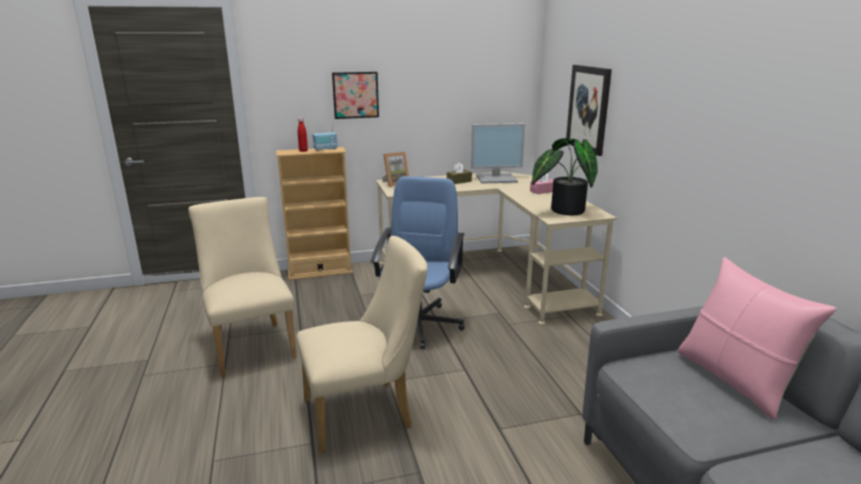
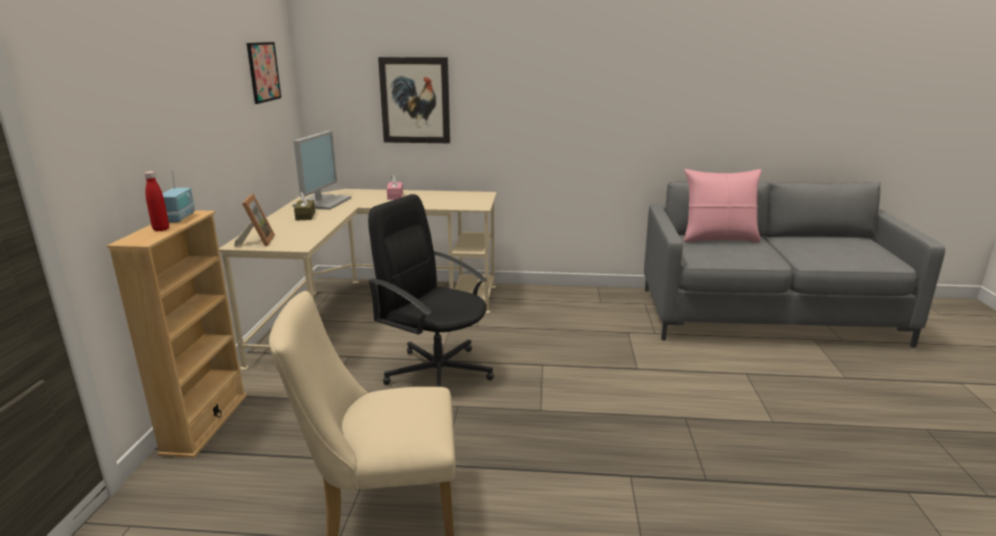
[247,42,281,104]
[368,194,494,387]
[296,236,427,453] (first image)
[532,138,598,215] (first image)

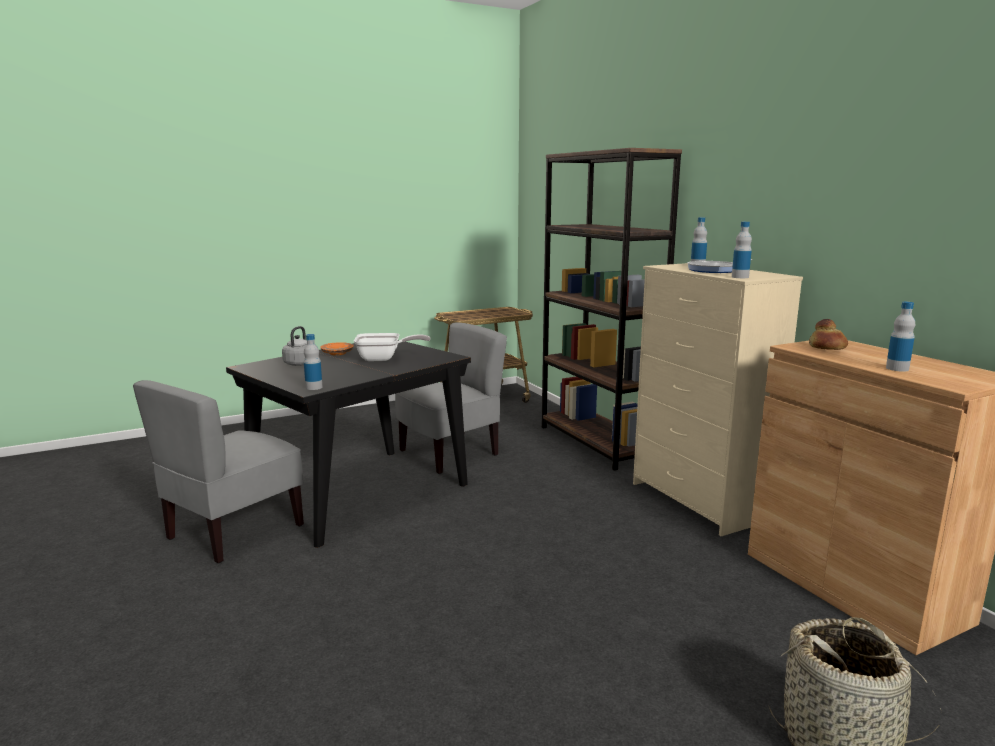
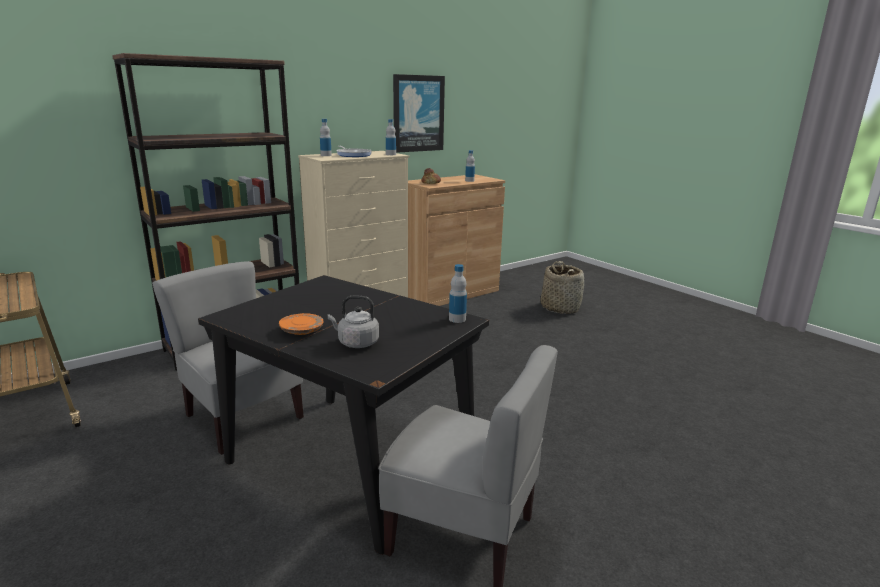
[393,74,445,153]
[354,333,430,361] (first image)

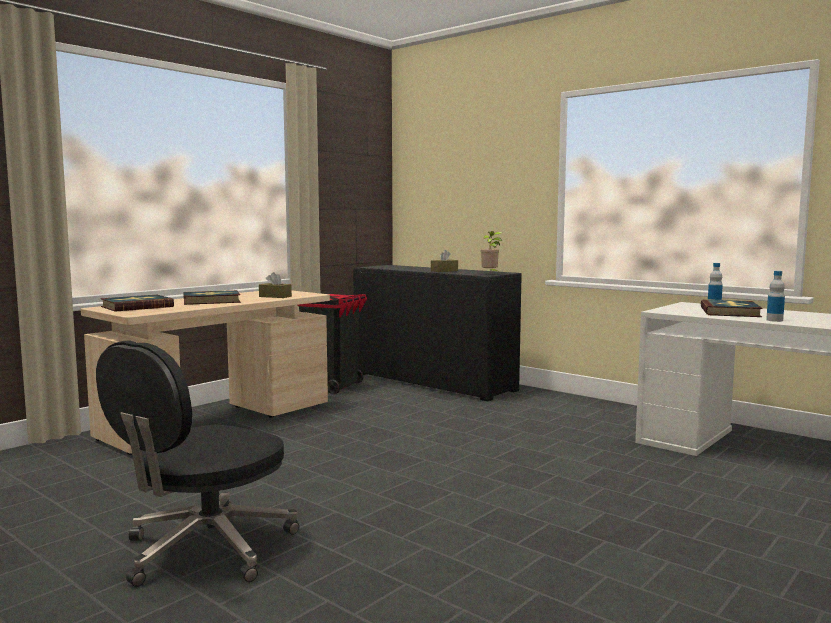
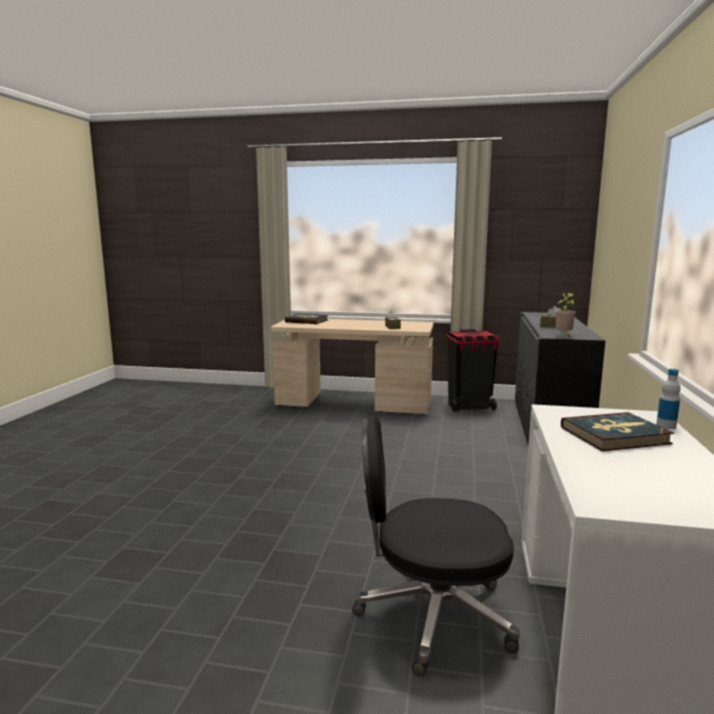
[352,416,520,676]
[184,290,241,305] (first image)
[766,271,785,322] (first image)

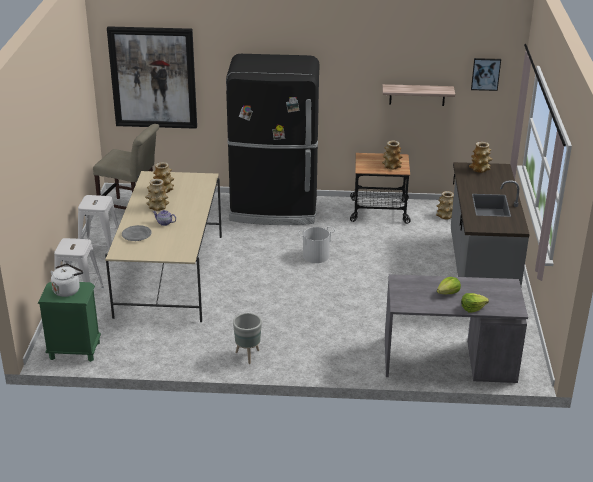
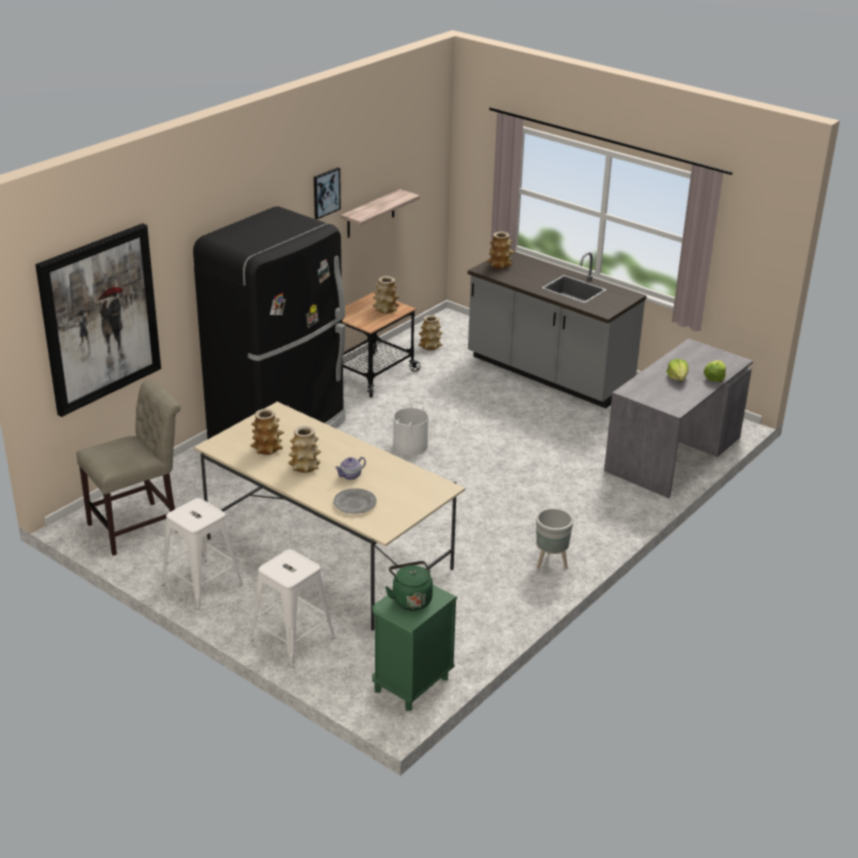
[314,167,341,219]
[385,561,433,611]

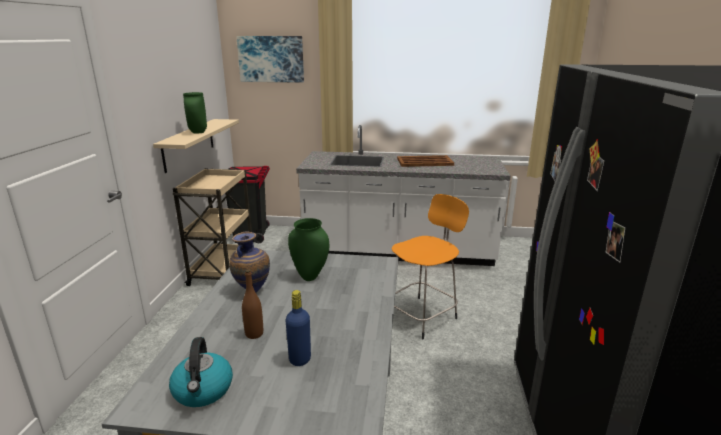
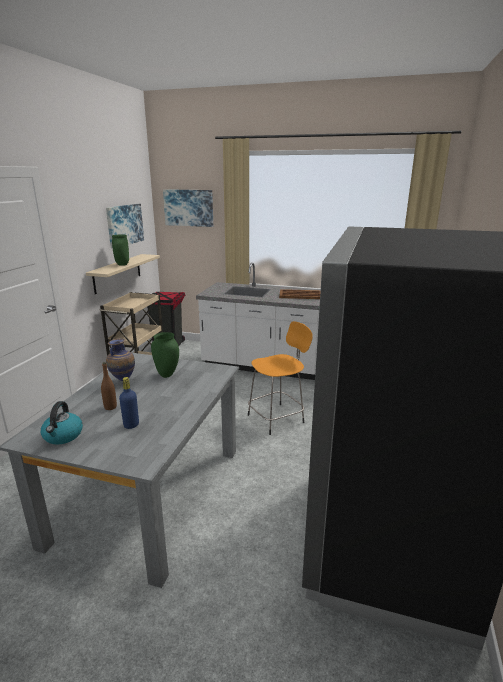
[106,204,144,249]

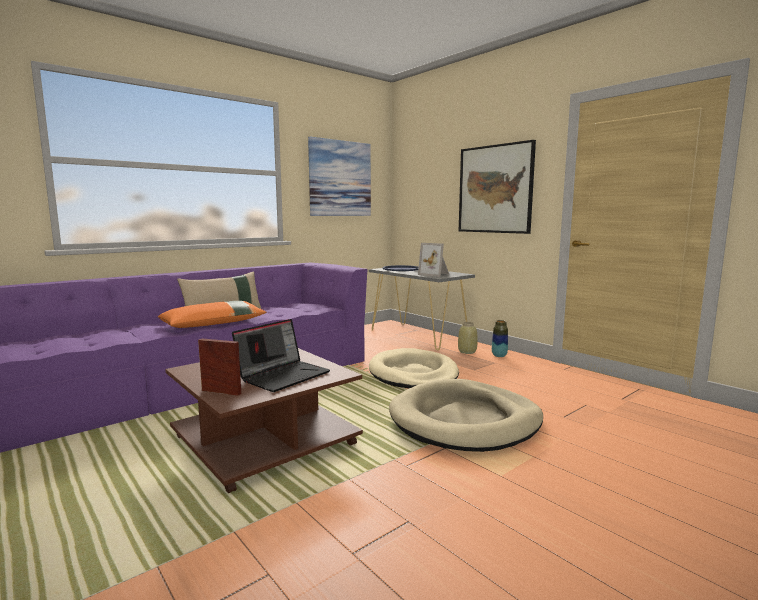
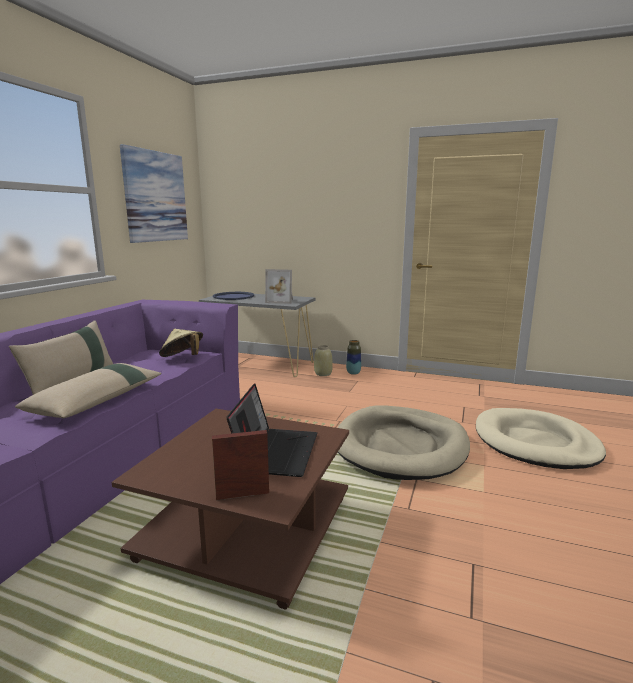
[15,363,161,418]
[159,329,203,357]
[476,408,606,469]
[459,140,536,234] (first image)

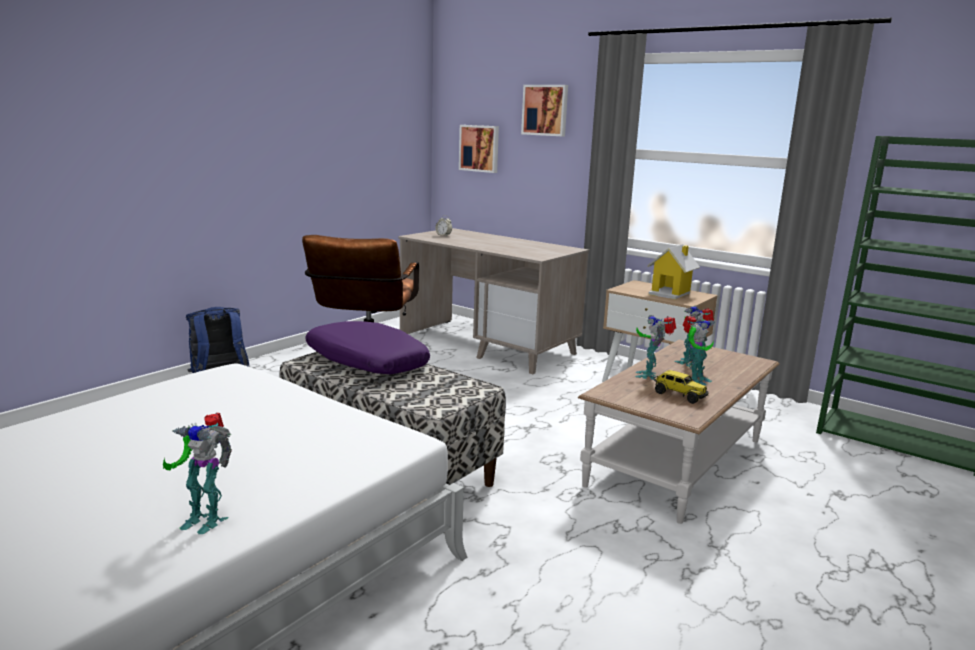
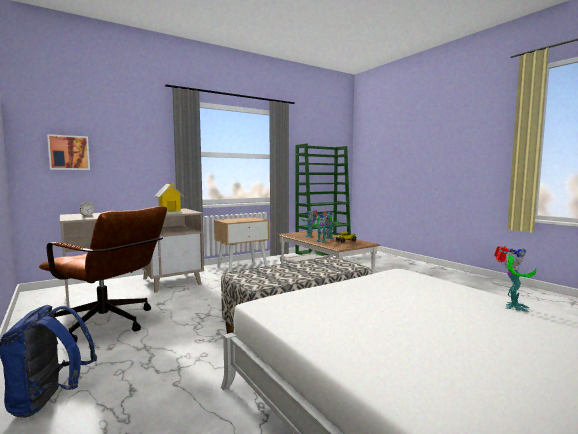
[155,184,184,214]
[305,321,430,374] (first image)
[521,85,568,136] (first image)

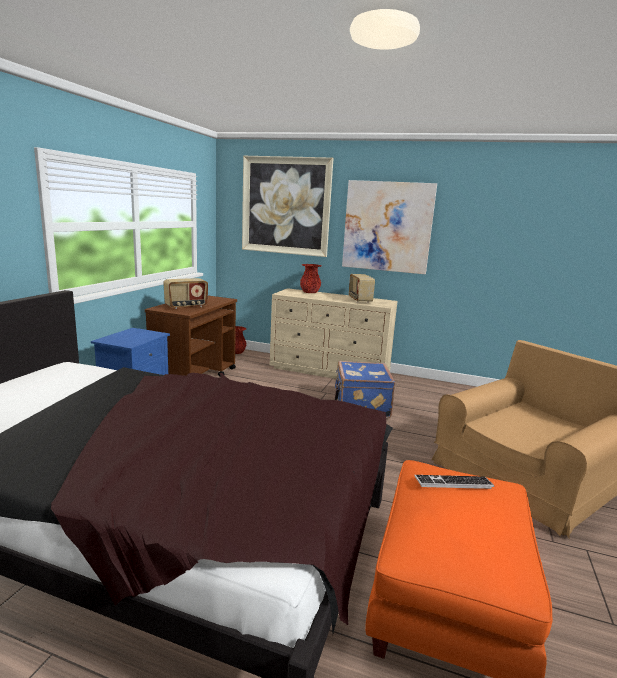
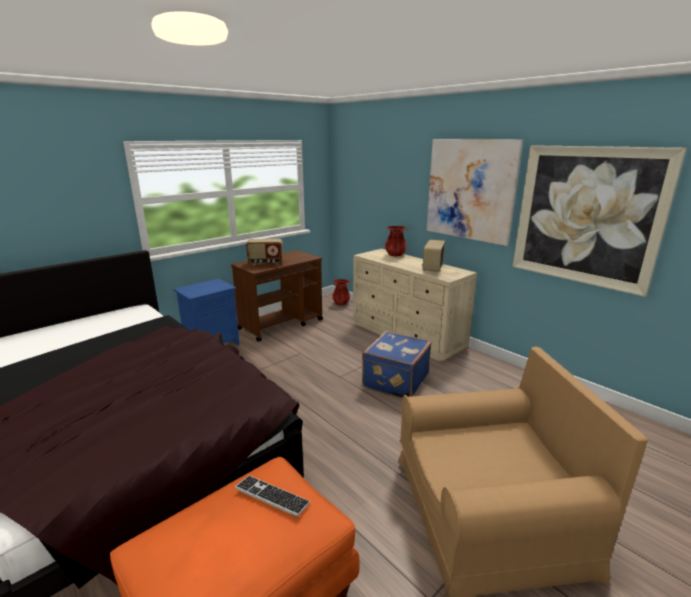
[513,145,687,297]

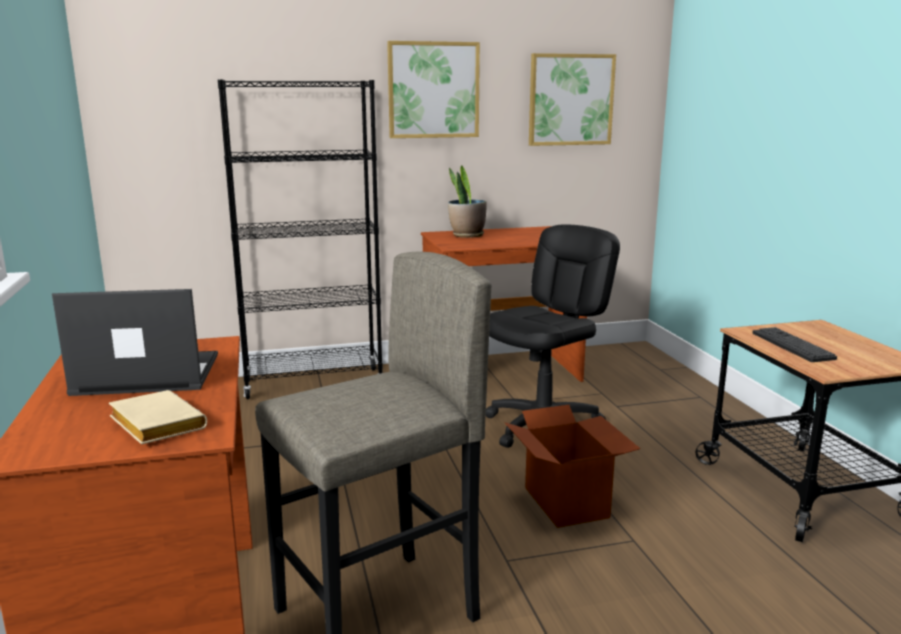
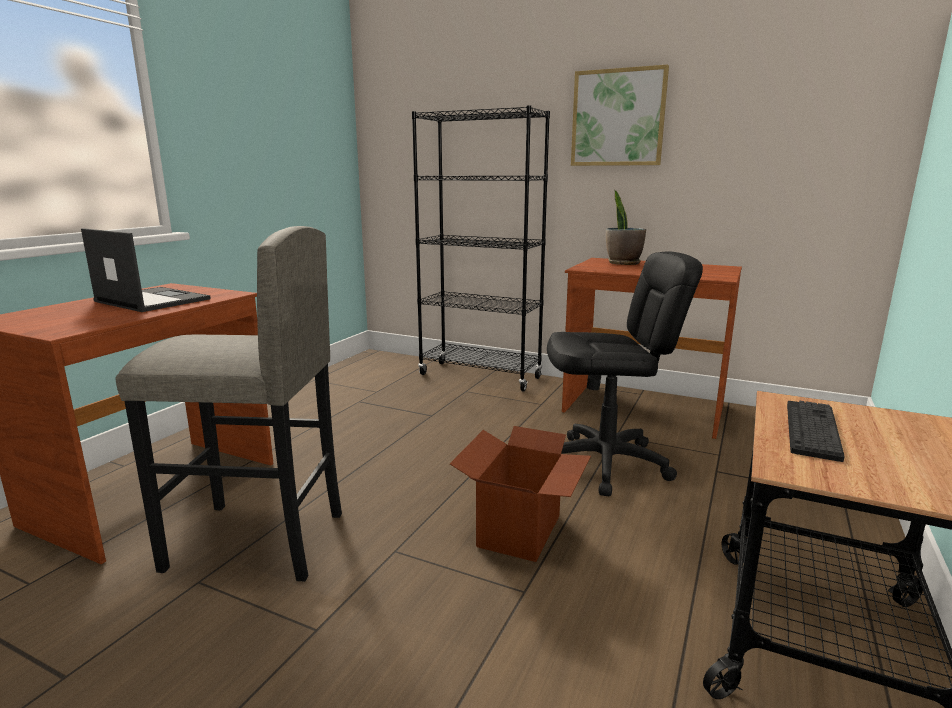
[109,390,207,444] (first image)
[529,53,616,146] (first image)

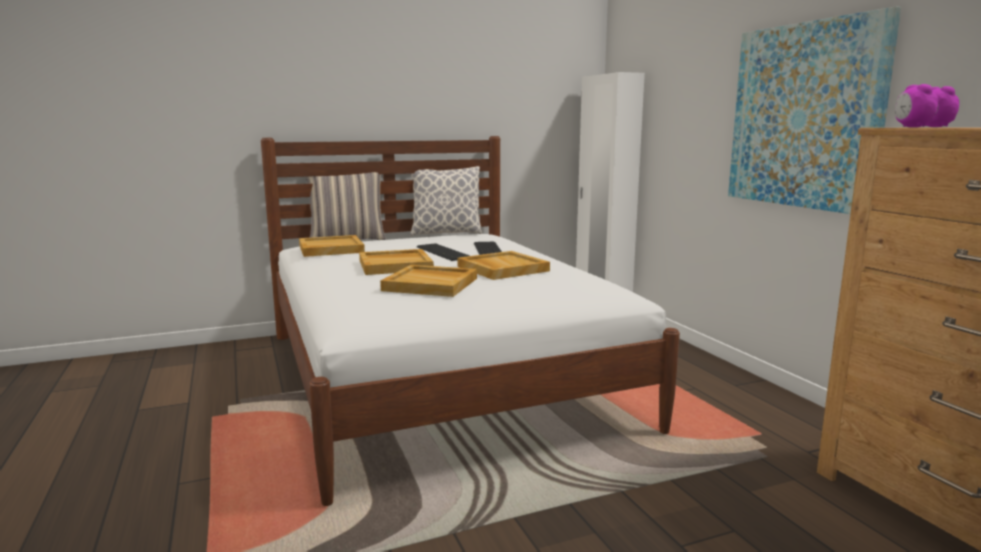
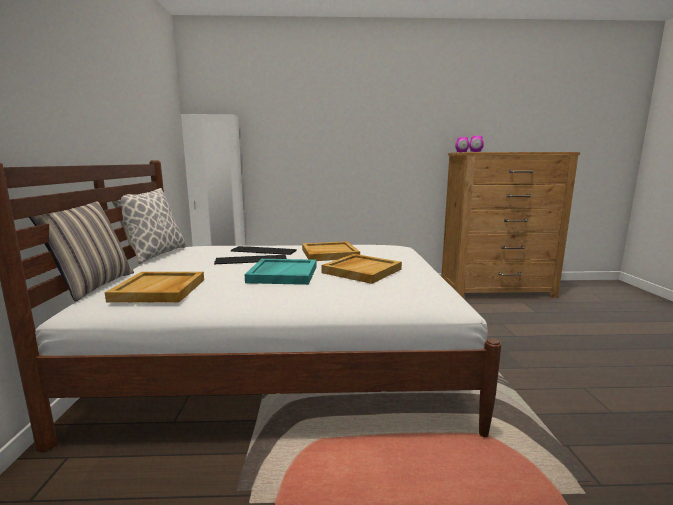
[245,259,316,285]
[728,6,901,214] (first image)

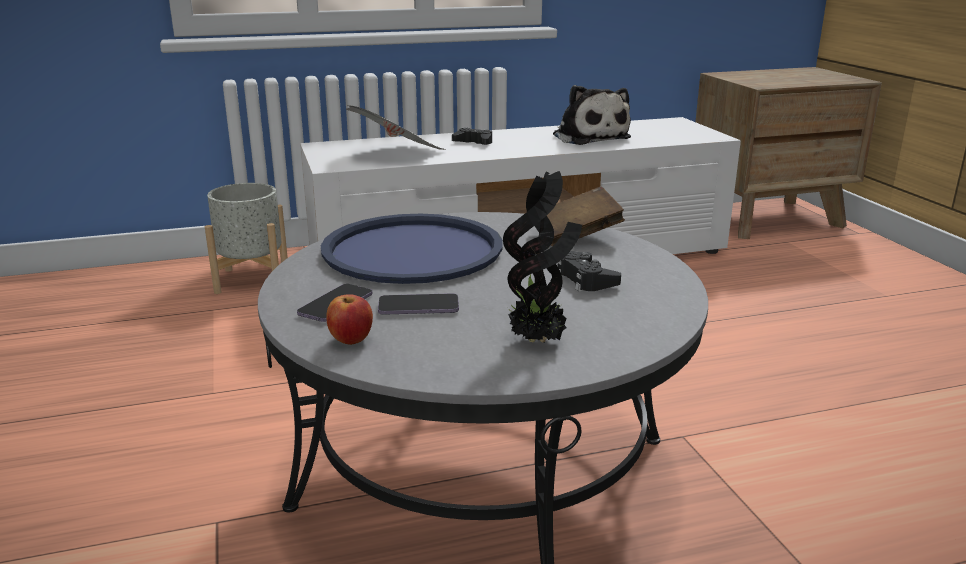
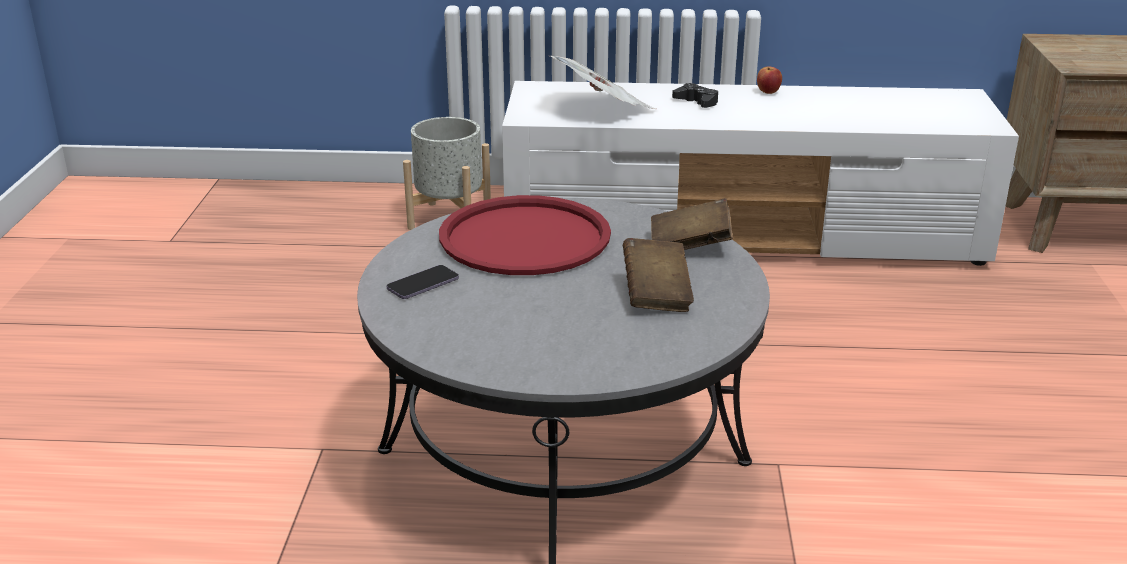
[439,195,611,275]
[623,238,694,312]
[757,67,782,94]
[378,293,459,315] (first image)
[503,171,582,342] (first image)
[553,85,631,145] (first image)

